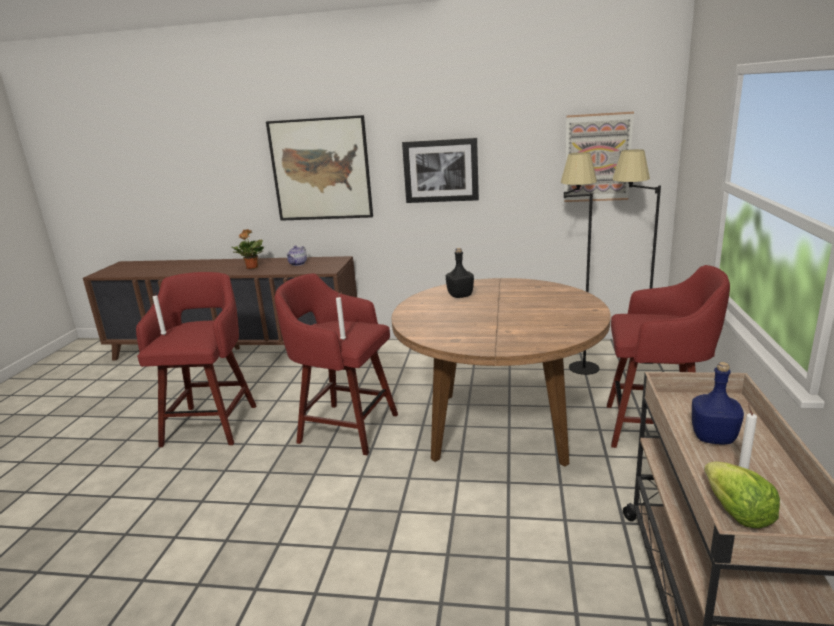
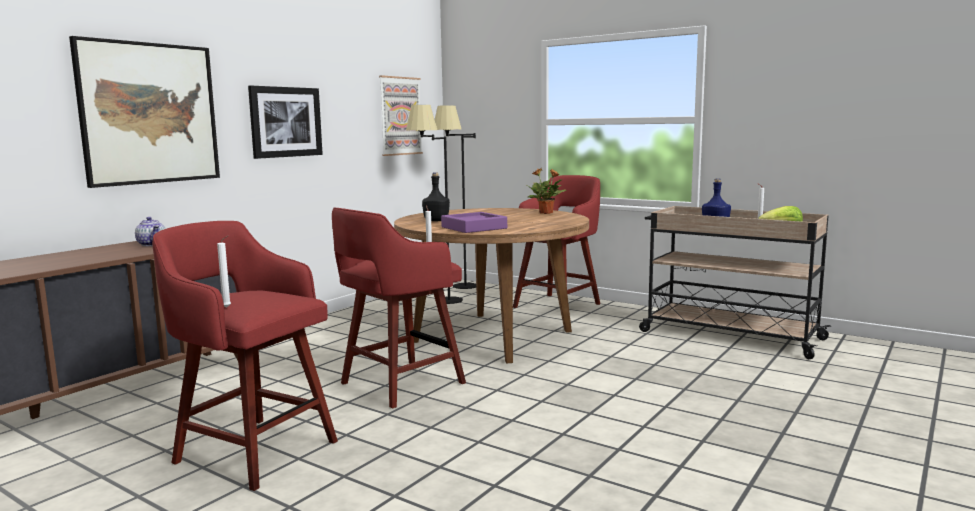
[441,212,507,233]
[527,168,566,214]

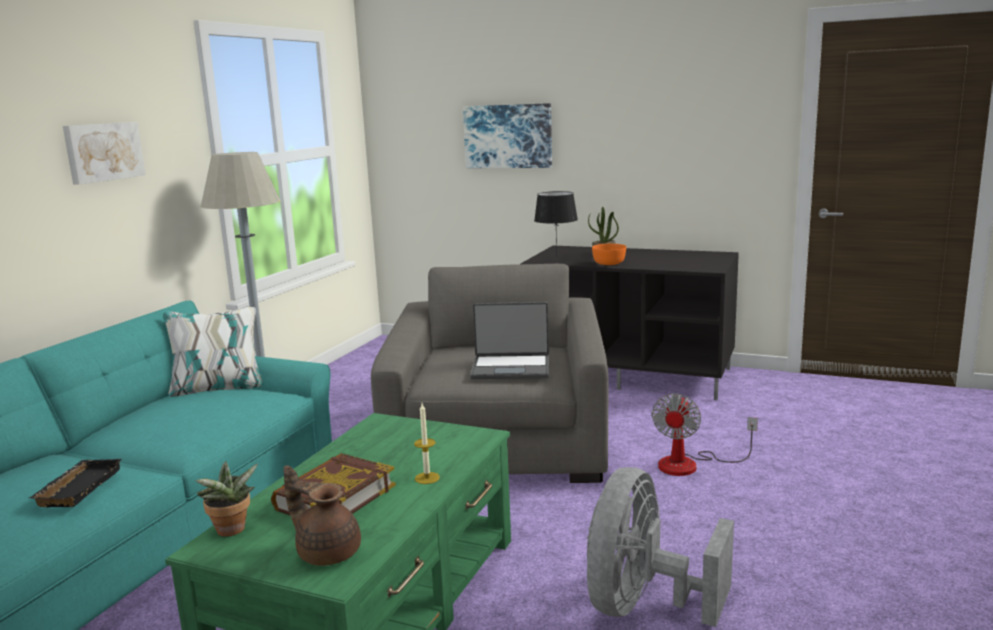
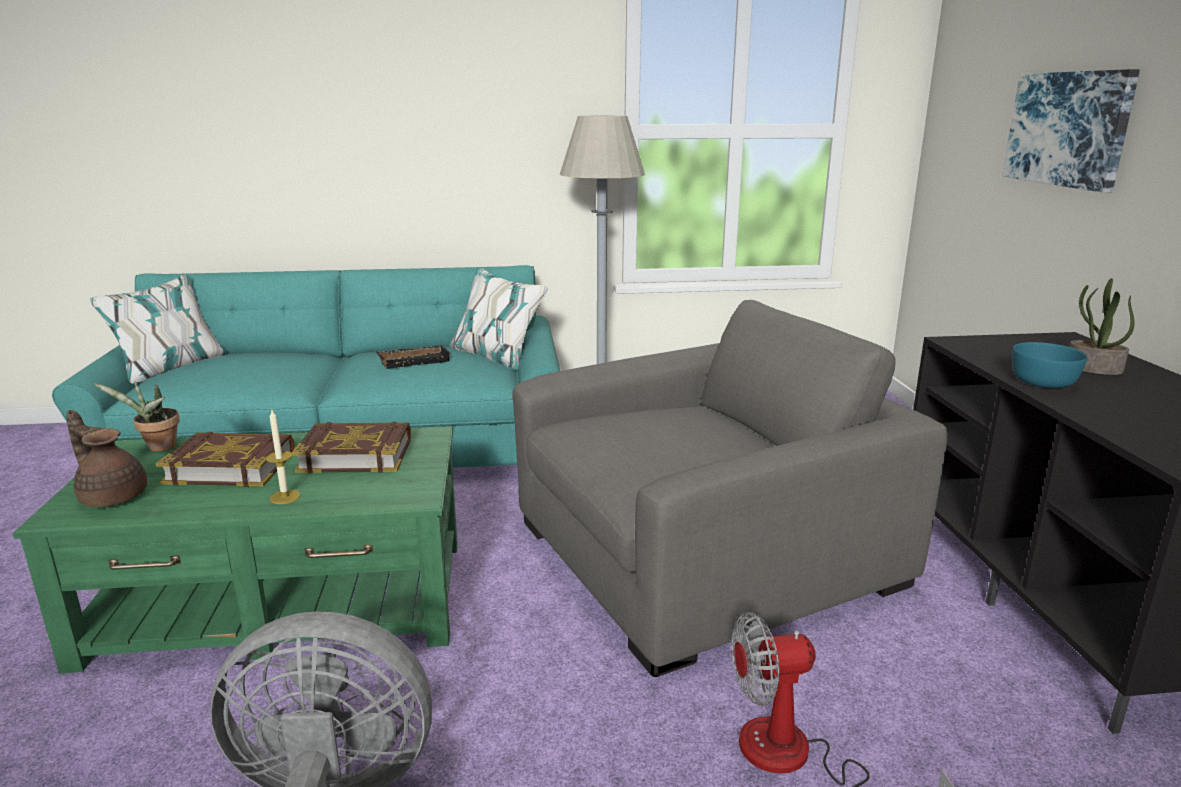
[66,410,147,507]
[292,421,411,474]
[376,345,451,369]
[1012,342,1087,388]
[63,122,146,184] (first image)
[470,302,549,379] (first image)
[534,191,578,259] (first image)

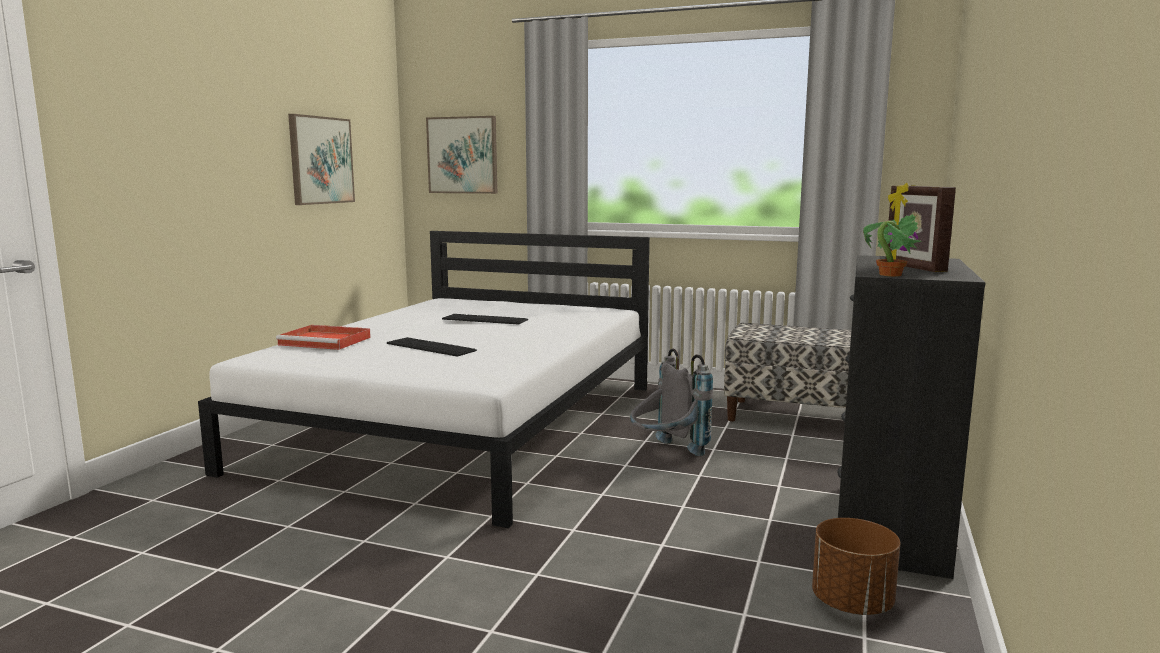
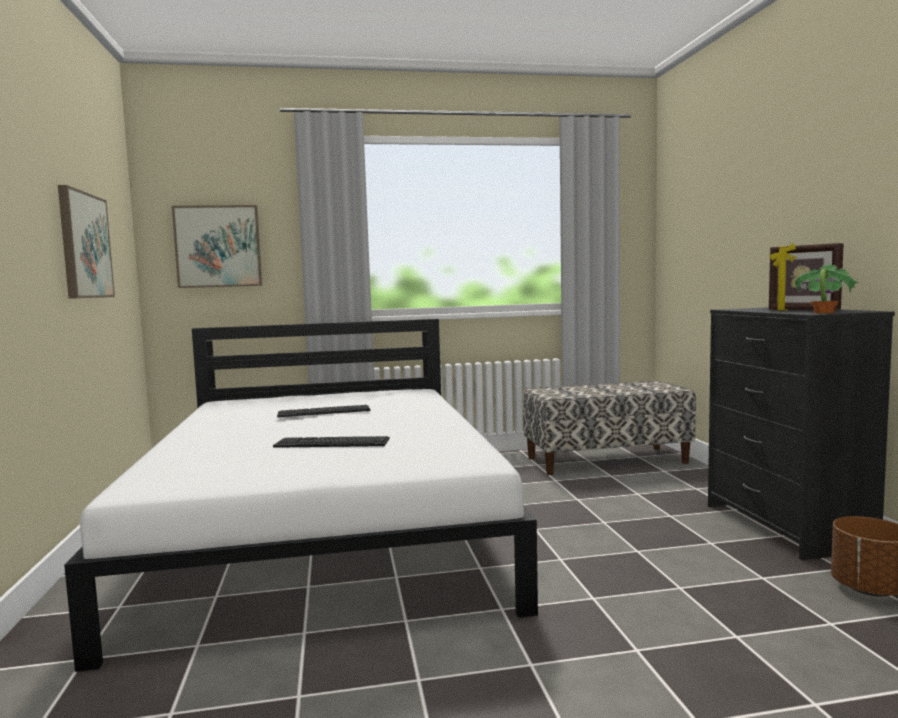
[276,325,371,350] (first image)
[630,348,713,456] (first image)

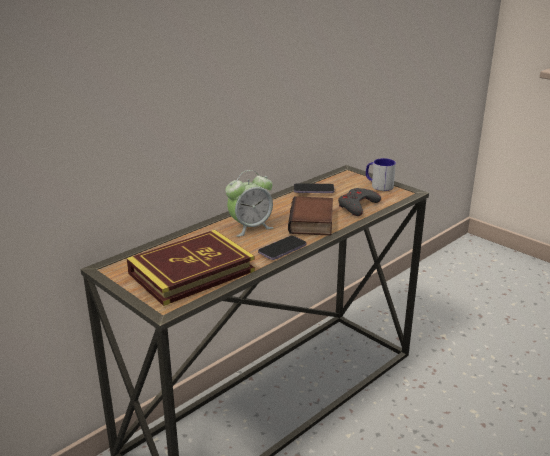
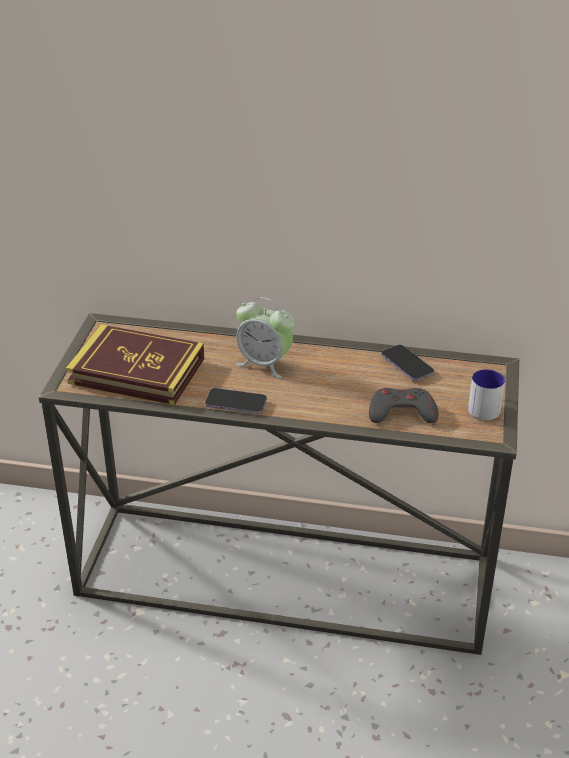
[288,197,333,236] (first image)

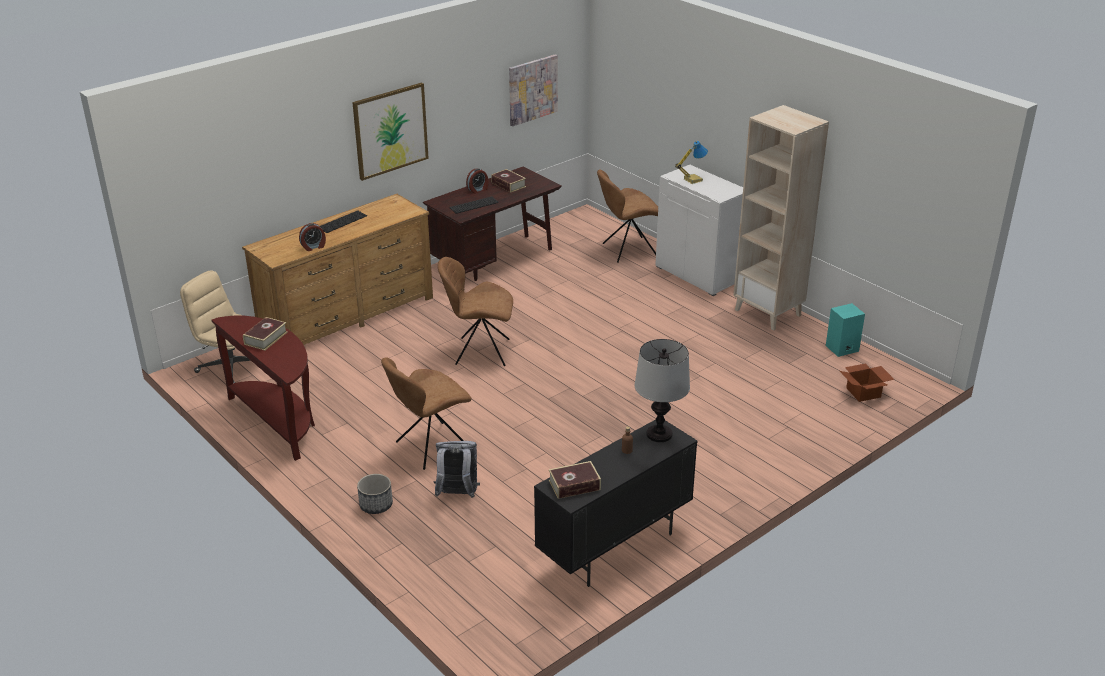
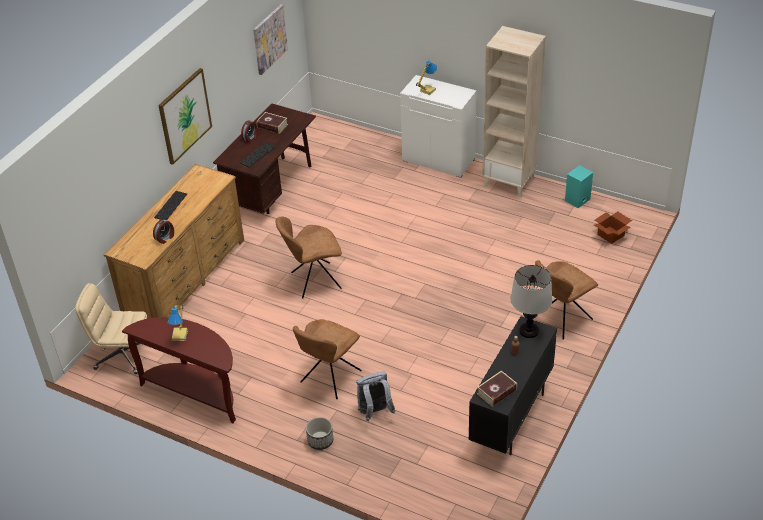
[167,305,188,341]
[535,260,598,340]

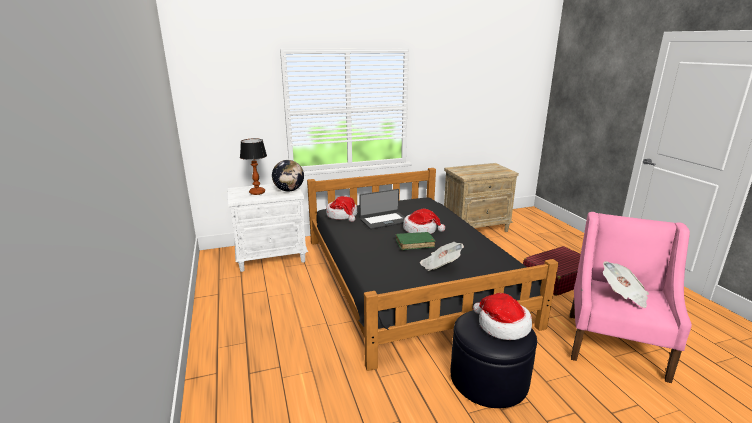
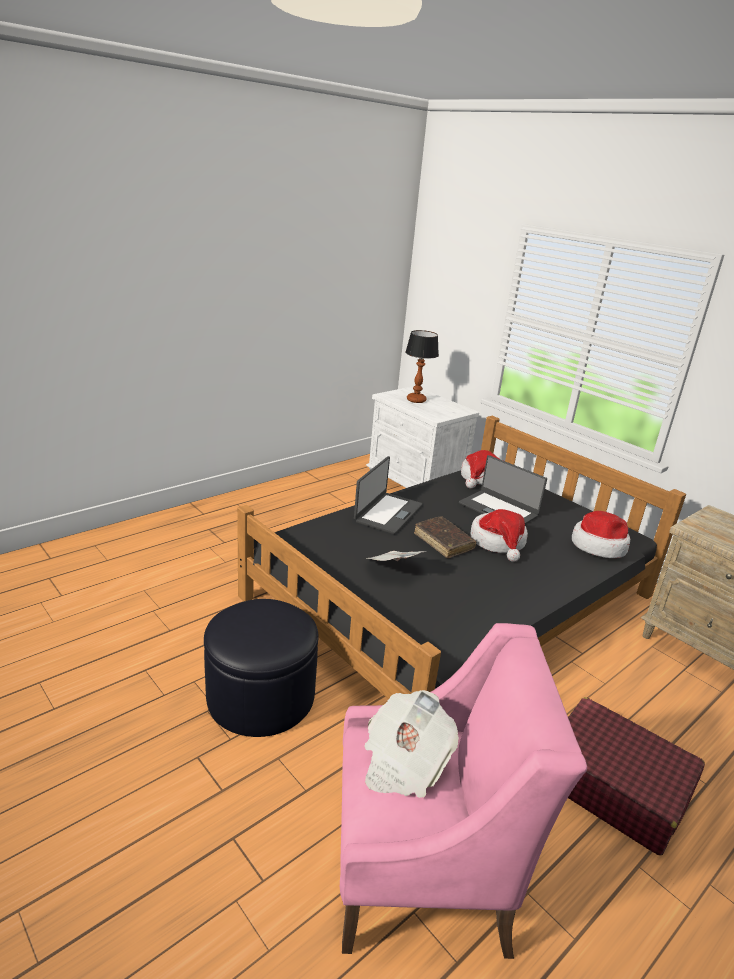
[354,456,423,534]
[414,516,476,558]
[572,511,630,558]
[272,160,304,192] (first image)

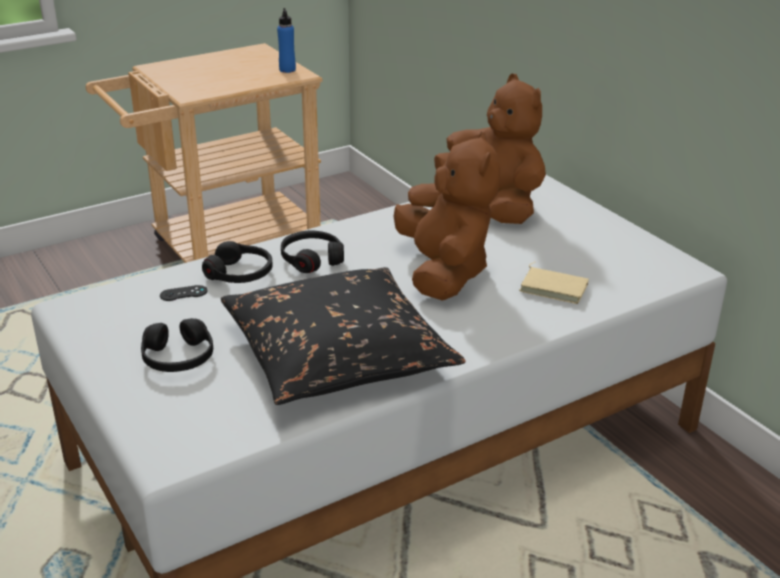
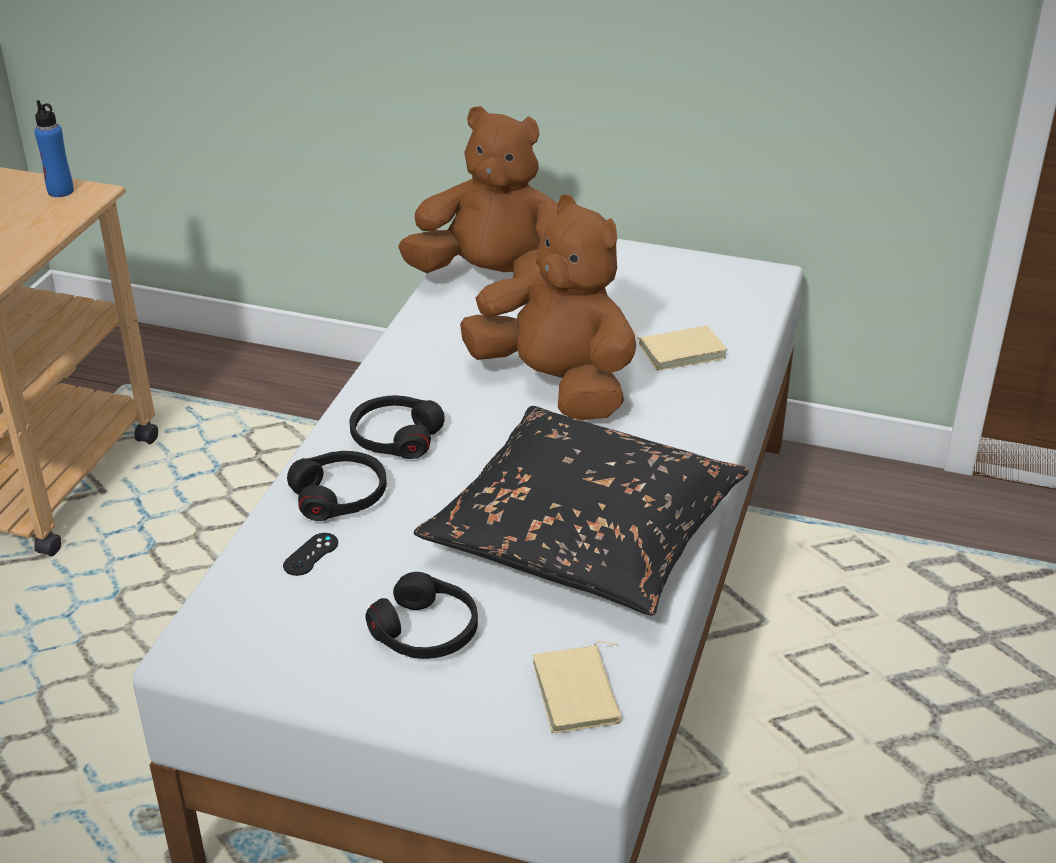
[533,641,622,733]

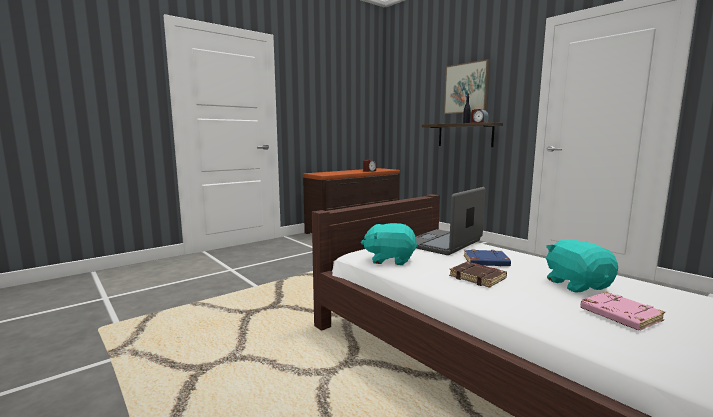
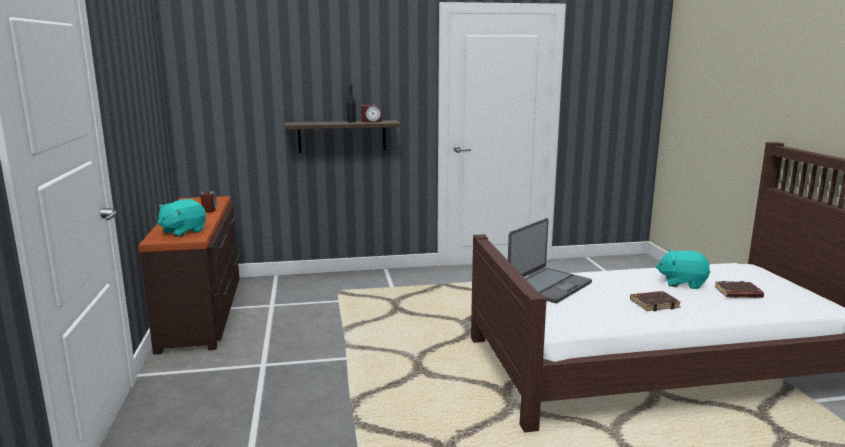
[158,199,206,237]
[508,218,592,303]
[715,281,764,298]
[444,59,490,114] (first image)
[464,249,511,266] (first image)

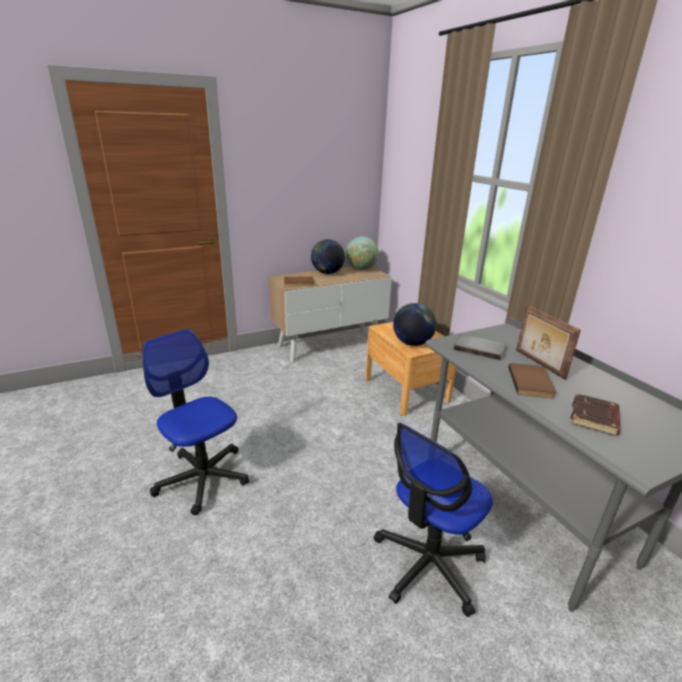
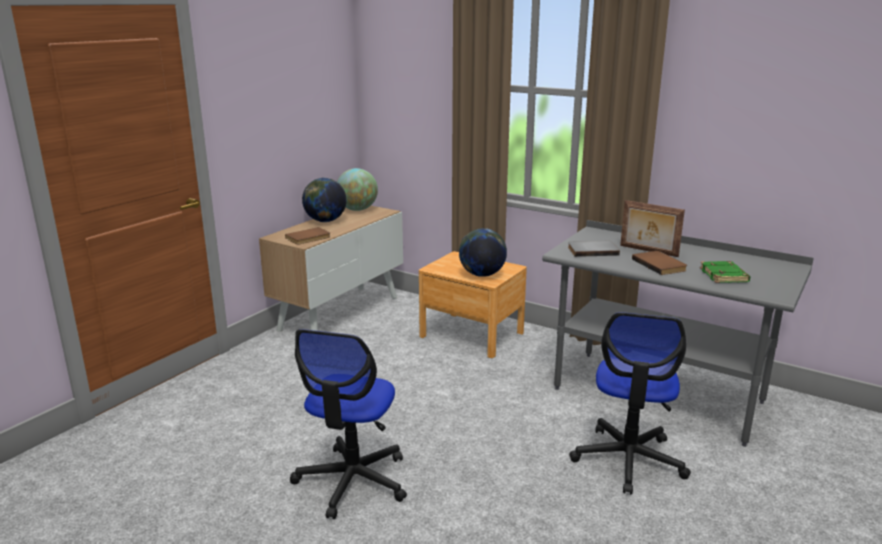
[290,329,407,519]
[700,261,750,283]

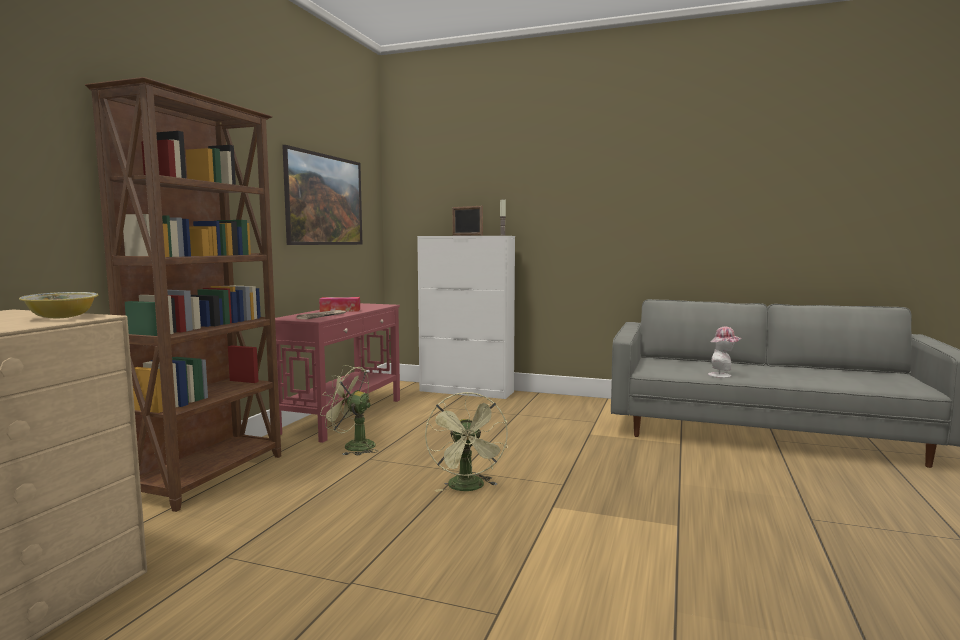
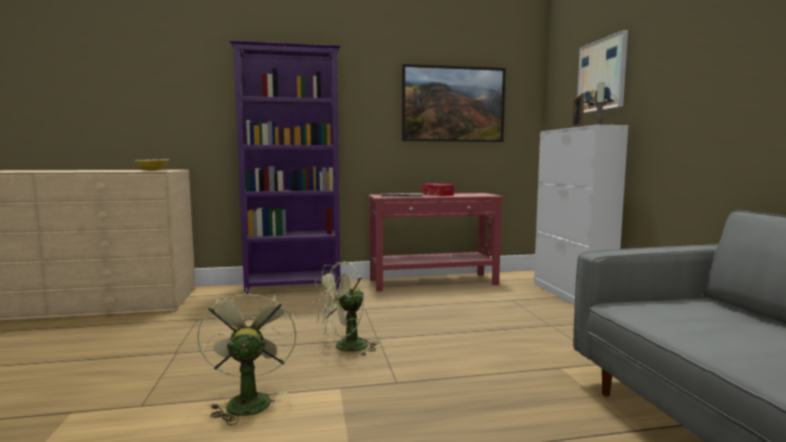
[197,287,296,425]
[229,40,341,294]
[577,30,628,113]
[708,327,742,378] (first image)

